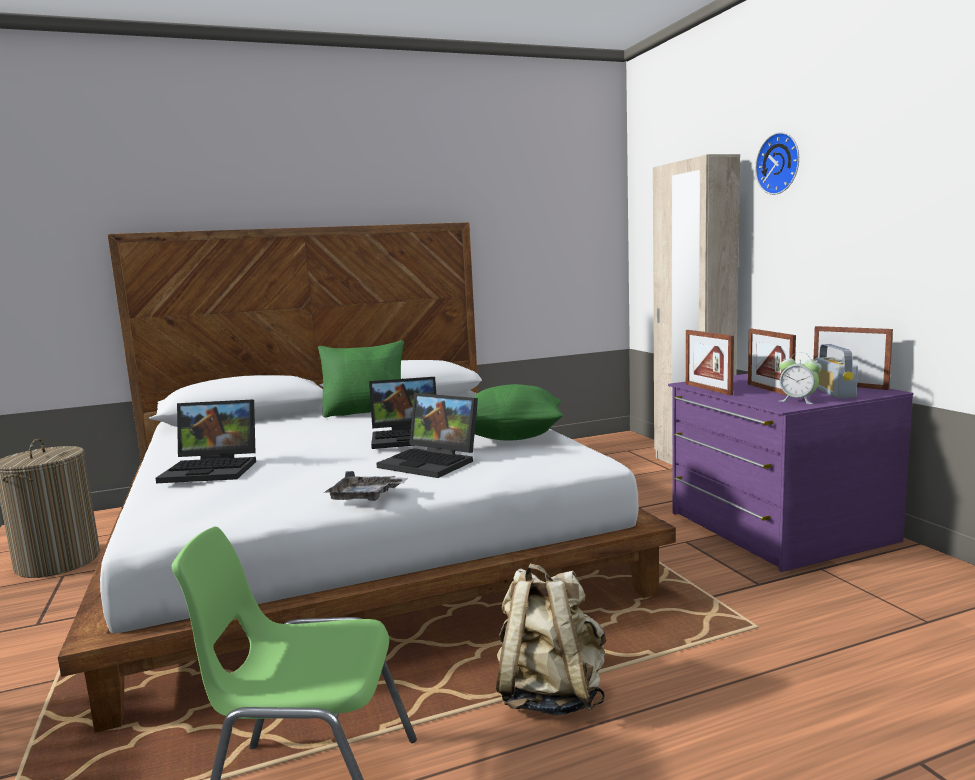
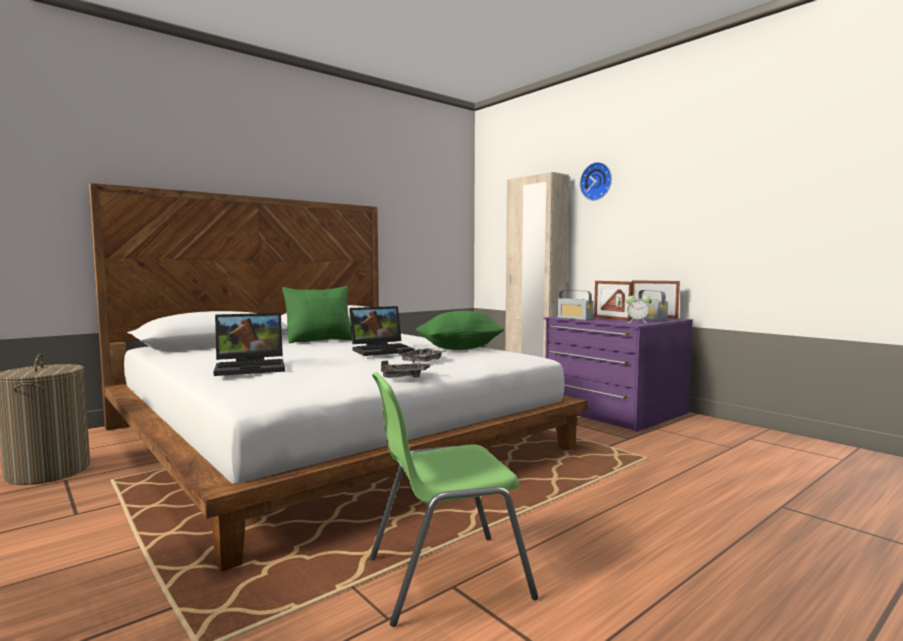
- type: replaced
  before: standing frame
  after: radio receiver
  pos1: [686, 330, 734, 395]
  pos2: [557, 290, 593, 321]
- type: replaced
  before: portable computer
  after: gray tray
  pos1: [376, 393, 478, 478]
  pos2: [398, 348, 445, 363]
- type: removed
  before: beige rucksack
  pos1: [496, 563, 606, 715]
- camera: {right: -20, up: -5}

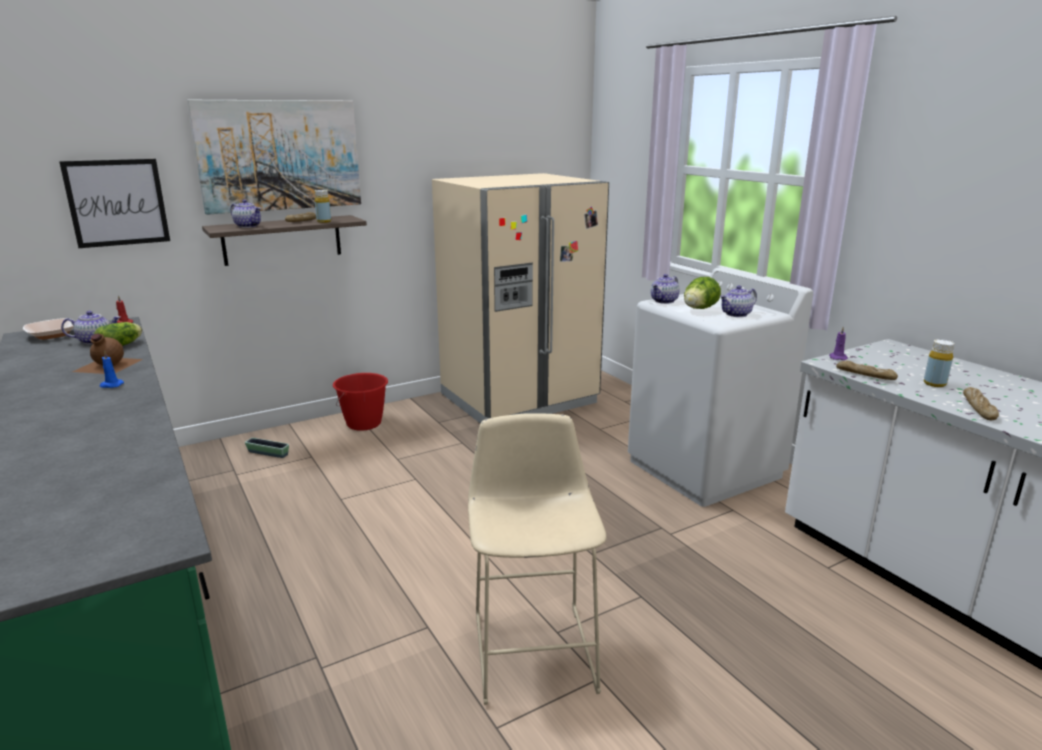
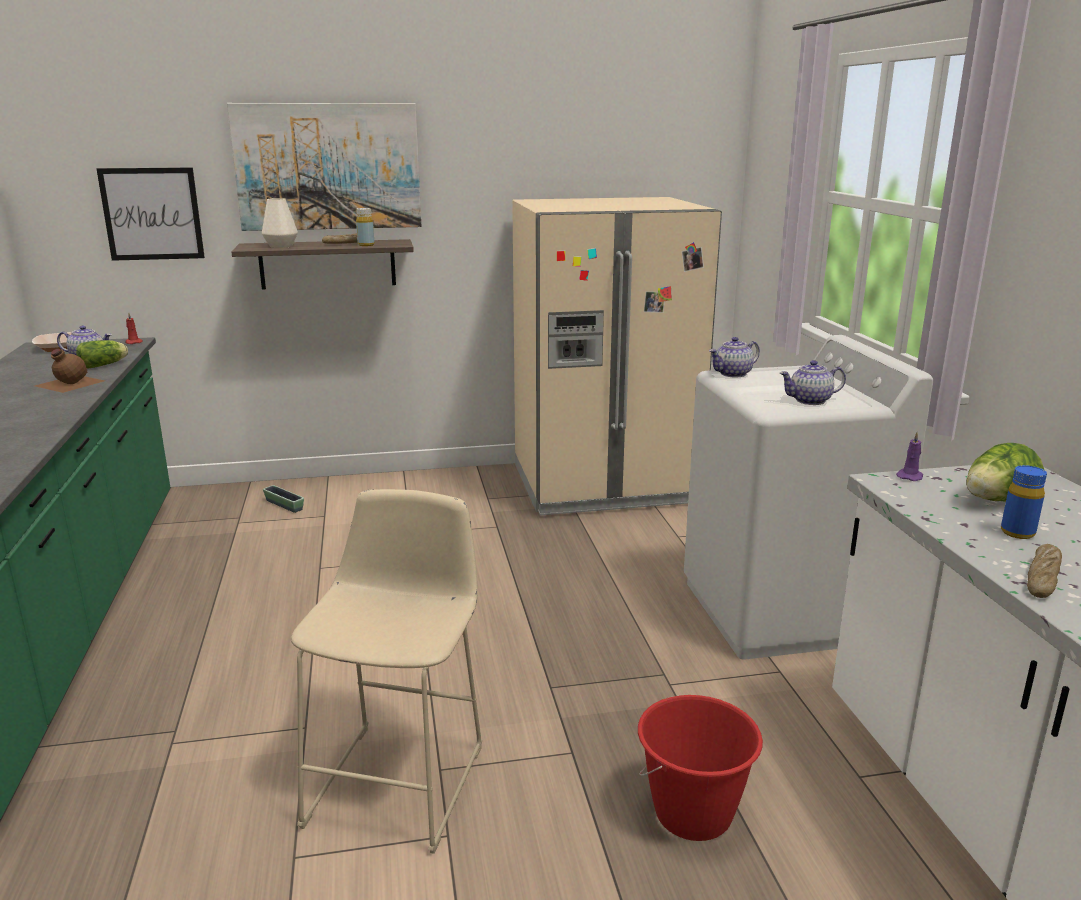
- type: replaced
  before: teapot
  after: whitish vase
  pos1: [231, 199, 261, 228]
  pos2: [262, 198, 298, 248]
- type: moved
  before: lettuce head
  pos1: [684, 277, 721, 309]
  pos2: [966, 443, 1044, 501]
- type: recoloured
  before: yellow drink bottle
  after: blue-coloured drink bottle
  pos1: [924, 339, 955, 387]
  pos2: [1001, 465, 1047, 539]
- type: removed
  before: blue-coloured wax light
  pos1: [100, 350, 124, 388]
- type: removed
  before: bakery bread
  pos1: [836, 361, 898, 380]
- type: moved
  before: reddish bucket
  pos1: [333, 373, 388, 431]
  pos2: [638, 695, 763, 841]
- camera: {right: 20, up: 0}

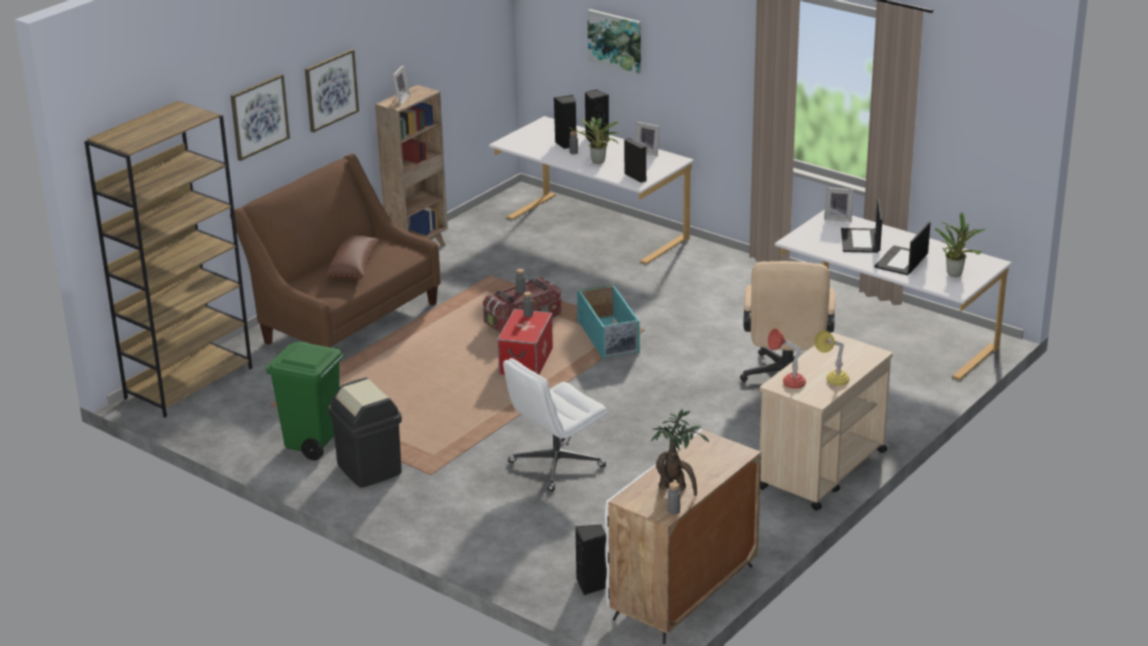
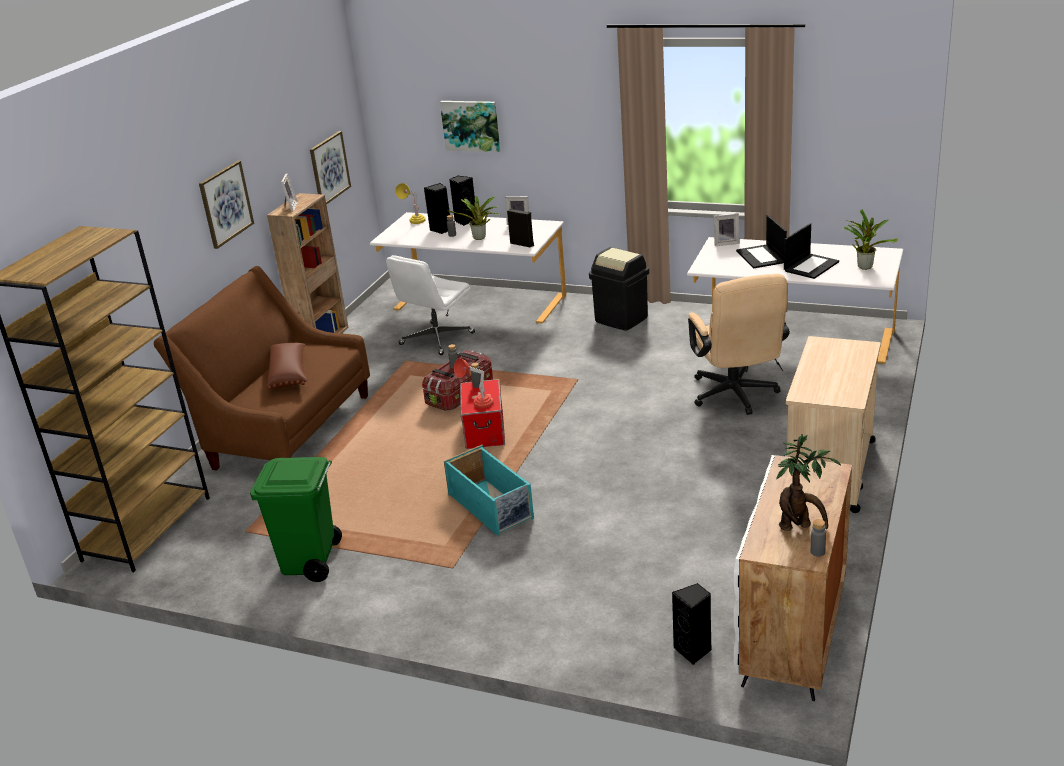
- type: moved
  before: wall art
  pos1: [231, 74, 290, 161]
  pos2: [310, 131, 351, 205]
- type: turned
  before: portable computer
  pos1: [874, 222, 931, 275]
  pos2: [784, 223, 839, 279]
  turn: -150
- type: moved
  before: blue-green storage bin
  pos1: [577, 283, 640, 360]
  pos2: [444, 445, 534, 536]
- type: moved
  before: reddish lamp for a table
  pos1: [768, 329, 806, 389]
  pos2: [454, 358, 494, 408]
- type: moved
  before: yellow lamp for a table
  pos1: [814, 331, 850, 386]
  pos2: [395, 183, 426, 224]
- type: moved
  before: whitish office chair
  pos1: [503, 358, 607, 491]
  pos2: [386, 255, 475, 355]
- type: moved
  before: blackish trash can
  pos1: [328, 378, 402, 488]
  pos2: [589, 247, 649, 331]
- camera: {right: -15, up: 0}

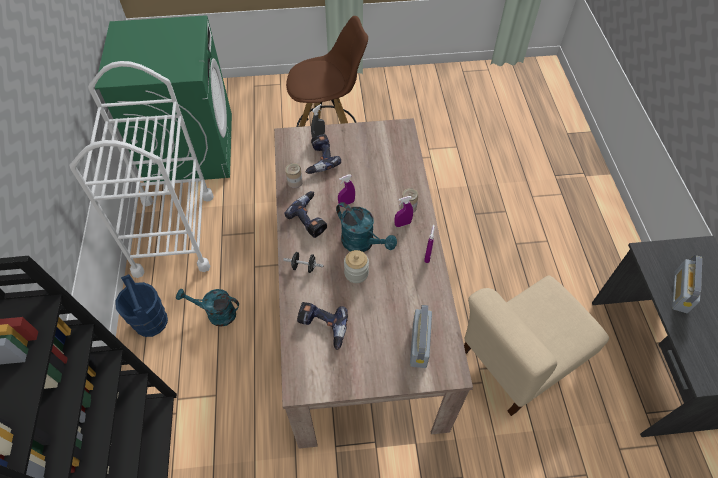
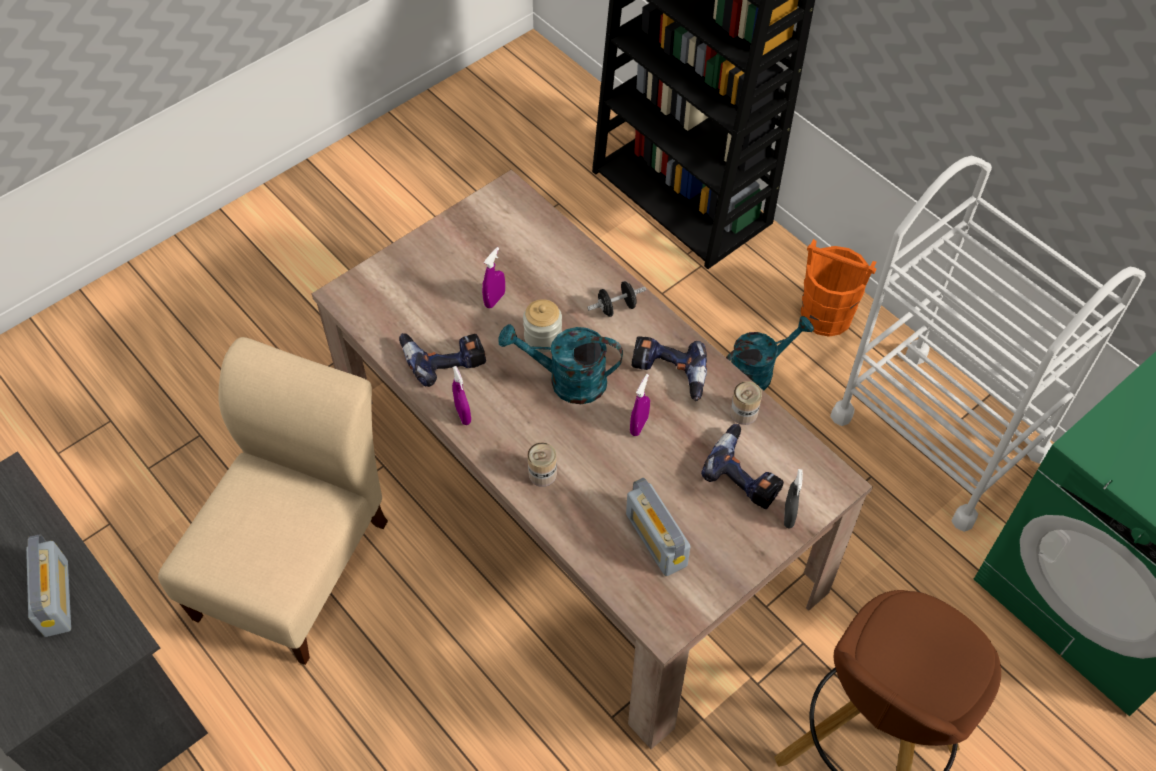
- type: moved
  before: purplish sprayer
  pos1: [395, 196, 413, 227]
  pos2: [482, 247, 505, 308]
- type: recoloured
  before: blue-coloured bucket
  after: orange bucket
  pos1: [115, 274, 168, 337]
  pos2: [801, 239, 876, 337]
- type: moved
  before: electric drill
  pos1: [297, 302, 348, 350]
  pos2: [399, 333, 486, 387]
- type: moved
  before: radio receiver
  pos1: [410, 305, 432, 368]
  pos2: [626, 478, 690, 576]
- camera: {right: 145, up: 0}

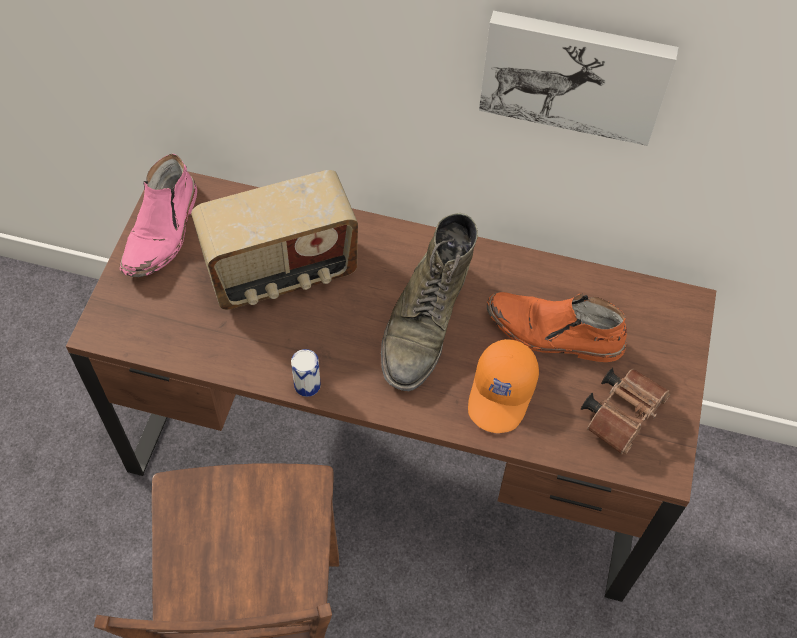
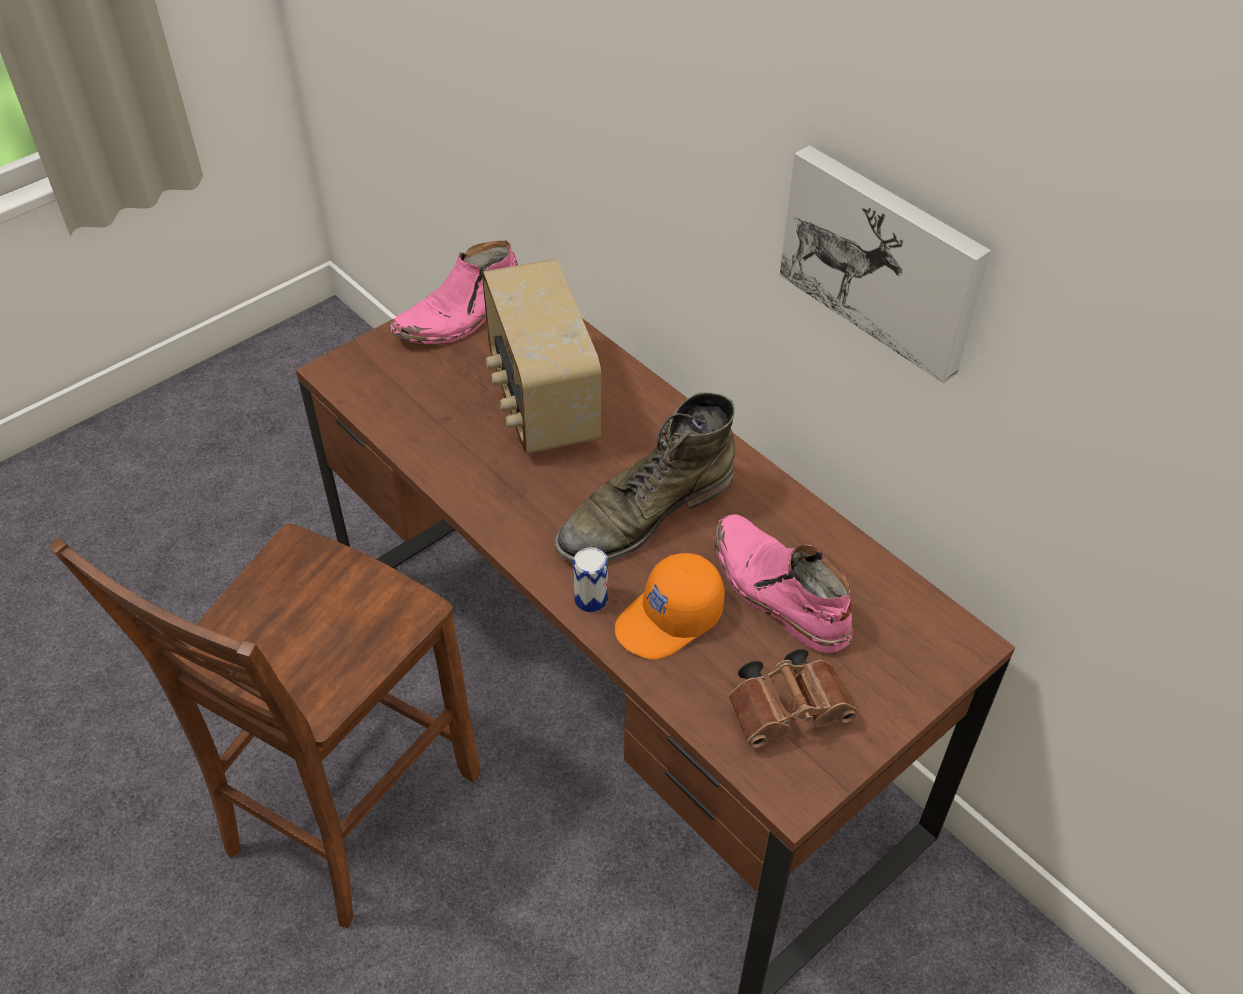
- type: turned
  before: radio receiver
  pos1: [191, 170, 358, 310]
  pos2: [482, 259, 601, 454]
  turn: 60
- type: recoloured
  before: orange tall boot
  after: pink-coloured tall boot
  pos1: [487, 292, 627, 362]
  pos2: [714, 514, 853, 653]
- type: moved
  before: metal can
  pos1: [291, 349, 321, 397]
  pos2: [573, 547, 608, 612]
- camera: {right: 35, up: -10}

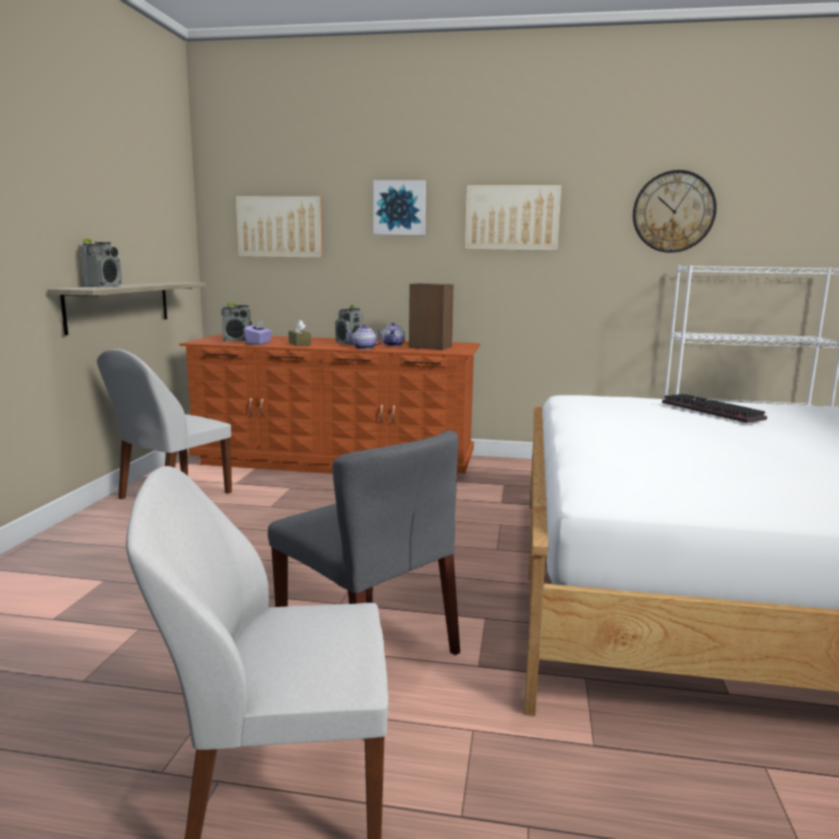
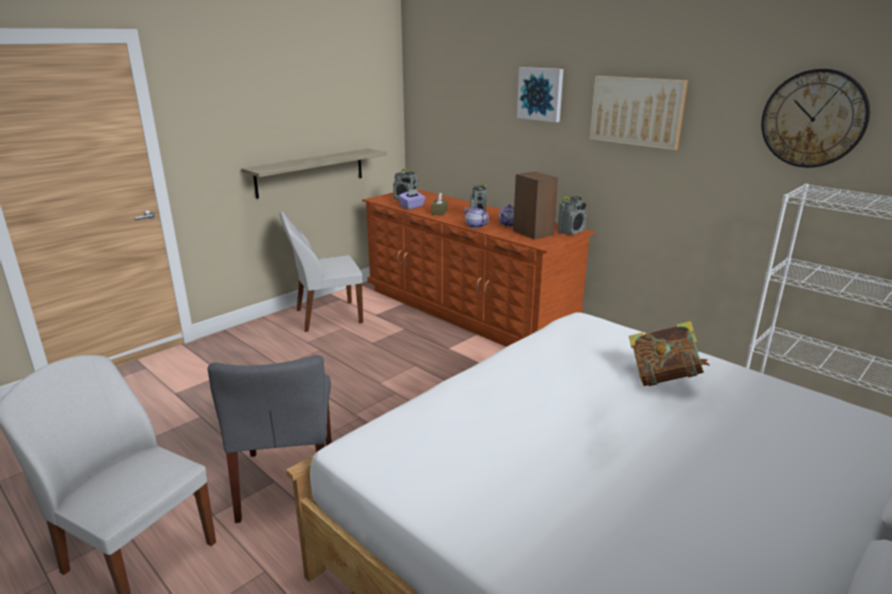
- type: removed
  before: wall art
  pos1: [236, 196, 323, 258]
- type: moved
  before: radio receiver
  pos1: [80, 239, 122, 287]
  pos2: [558, 196, 587, 235]
- type: replaced
  before: PC keyboard
  after: book
  pos1: [662, 394, 767, 423]
  pos2: [629, 321, 710, 386]
- camera: {right: 35, up: 10}

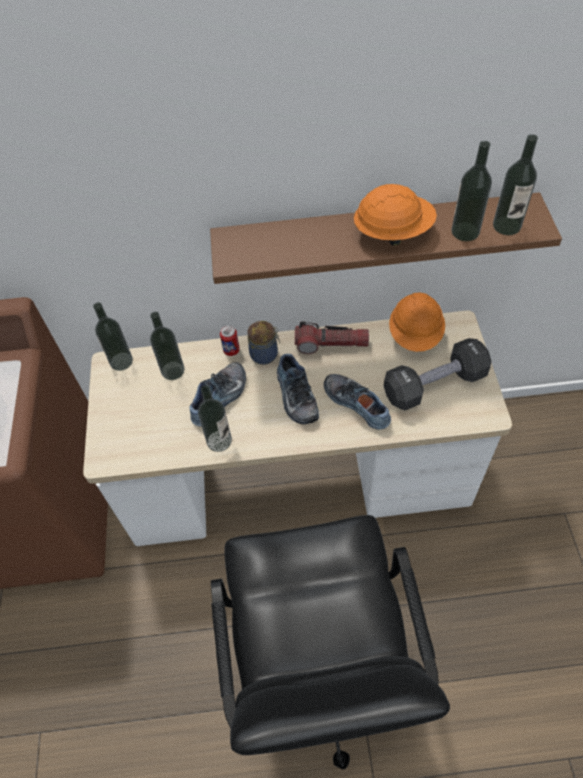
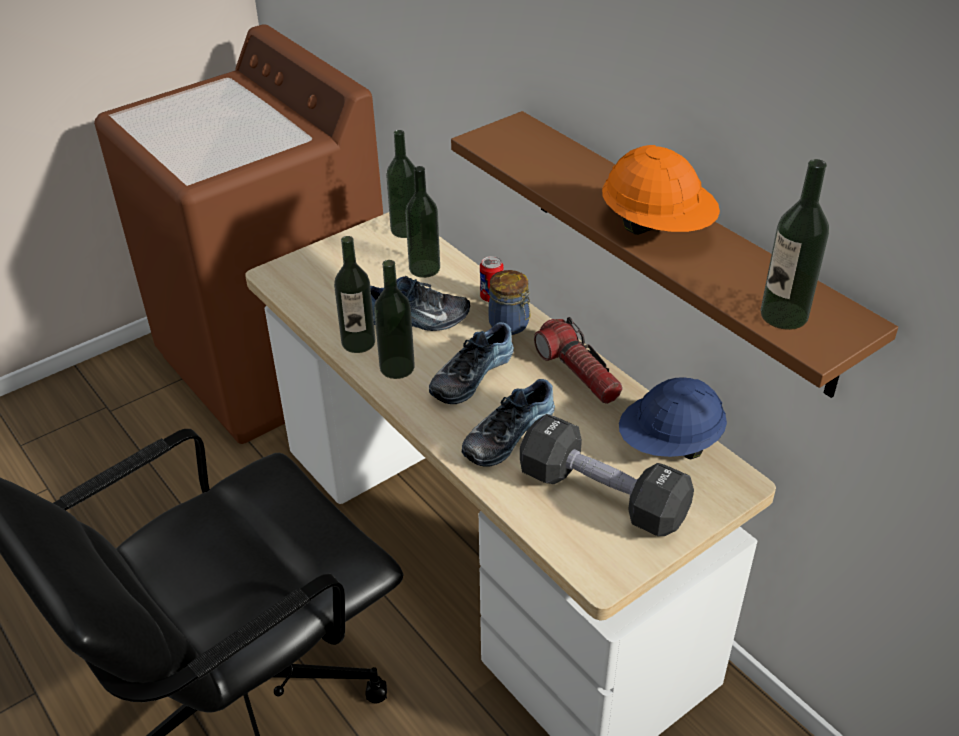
- type: moved
  before: drink bottle
  pos1: [451, 141, 492, 241]
  pos2: [374, 260, 415, 379]
- type: recoloured
  before: orange hard hat
  after: blue-coloured hard hat
  pos1: [389, 293, 445, 352]
  pos2: [619, 377, 727, 459]
- type: turned
  before: item of footwear
  pos1: [324, 374, 391, 430]
  pos2: [462, 379, 555, 467]
  turn: -150
- camera: {right: 55, up: -15}

